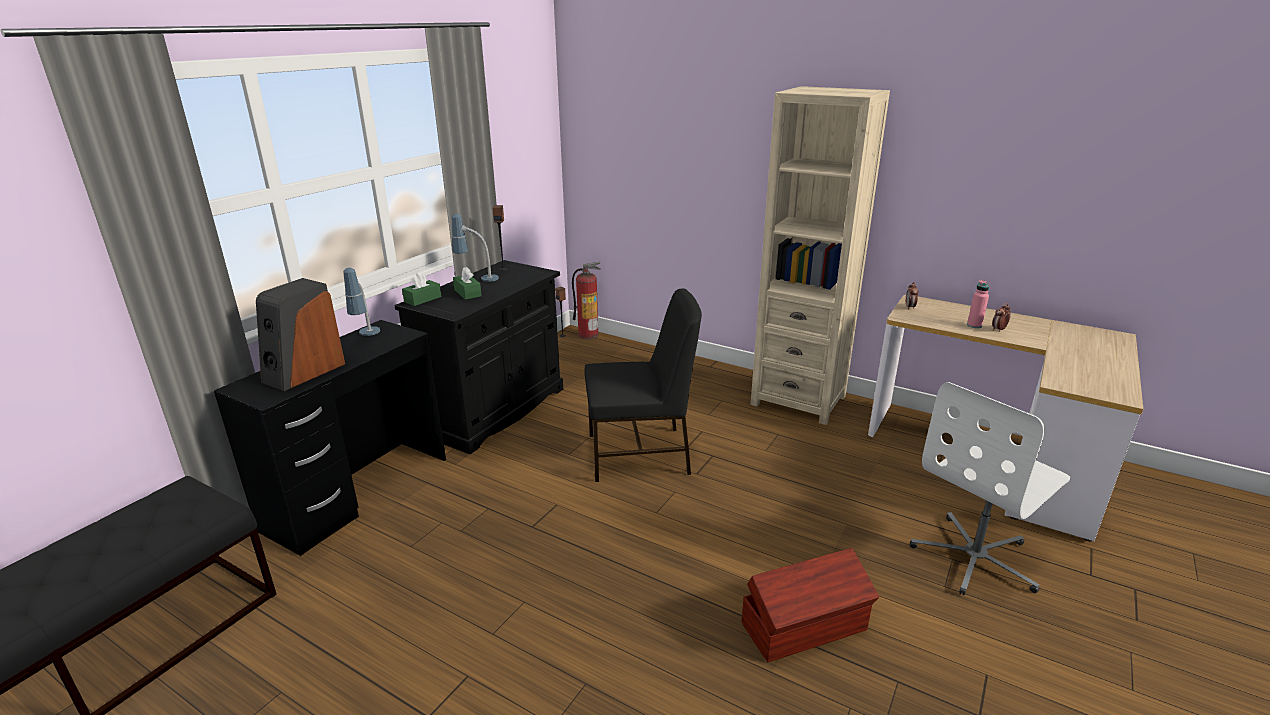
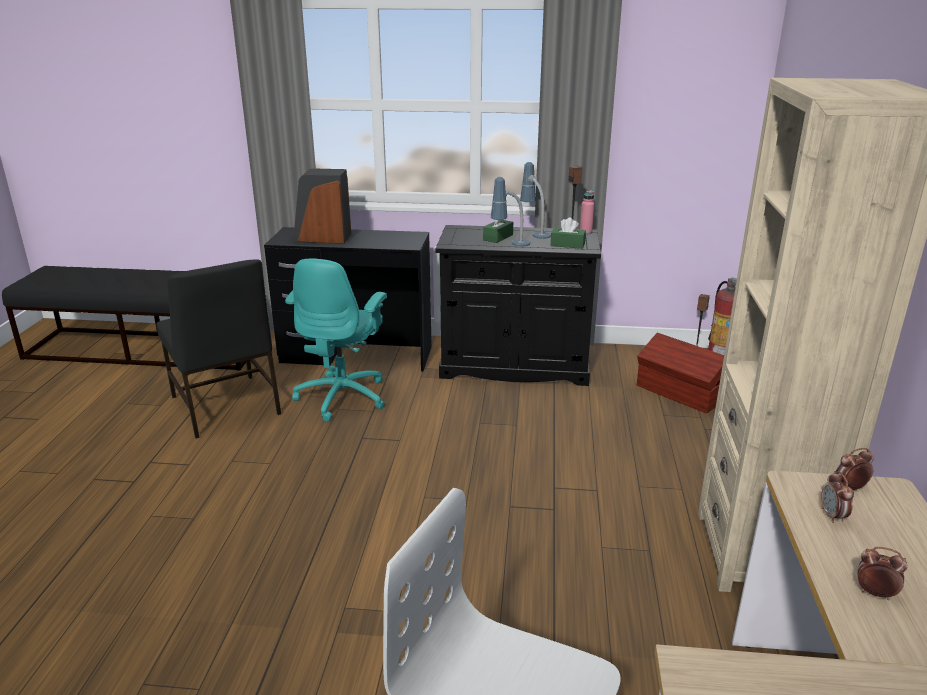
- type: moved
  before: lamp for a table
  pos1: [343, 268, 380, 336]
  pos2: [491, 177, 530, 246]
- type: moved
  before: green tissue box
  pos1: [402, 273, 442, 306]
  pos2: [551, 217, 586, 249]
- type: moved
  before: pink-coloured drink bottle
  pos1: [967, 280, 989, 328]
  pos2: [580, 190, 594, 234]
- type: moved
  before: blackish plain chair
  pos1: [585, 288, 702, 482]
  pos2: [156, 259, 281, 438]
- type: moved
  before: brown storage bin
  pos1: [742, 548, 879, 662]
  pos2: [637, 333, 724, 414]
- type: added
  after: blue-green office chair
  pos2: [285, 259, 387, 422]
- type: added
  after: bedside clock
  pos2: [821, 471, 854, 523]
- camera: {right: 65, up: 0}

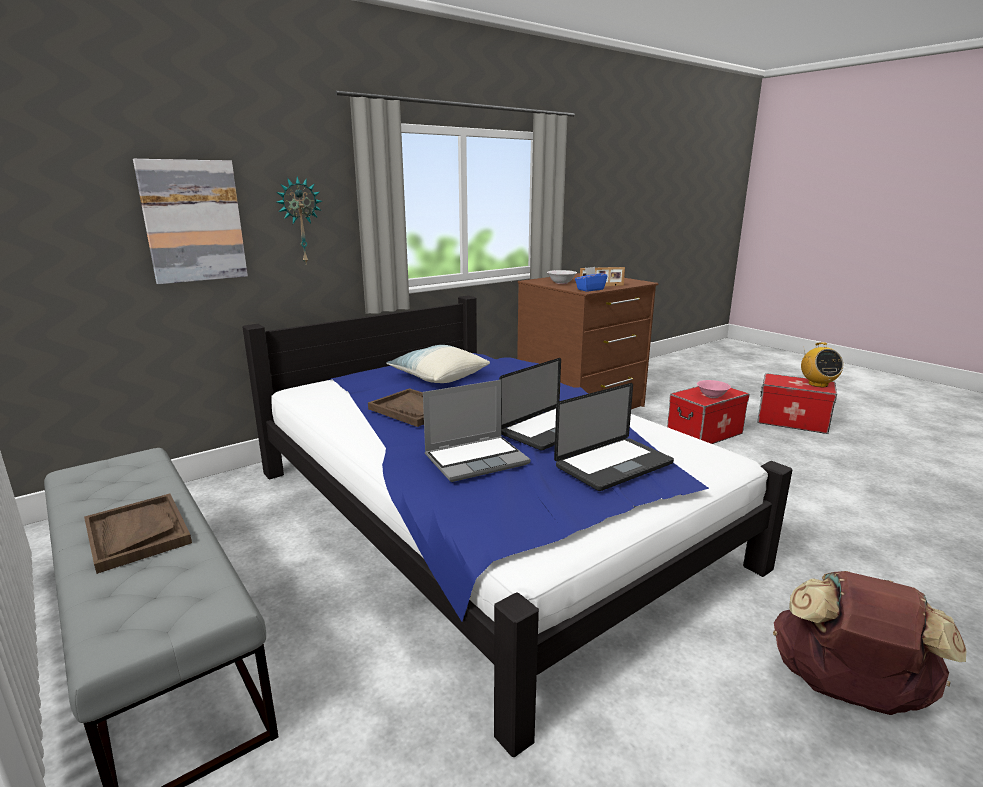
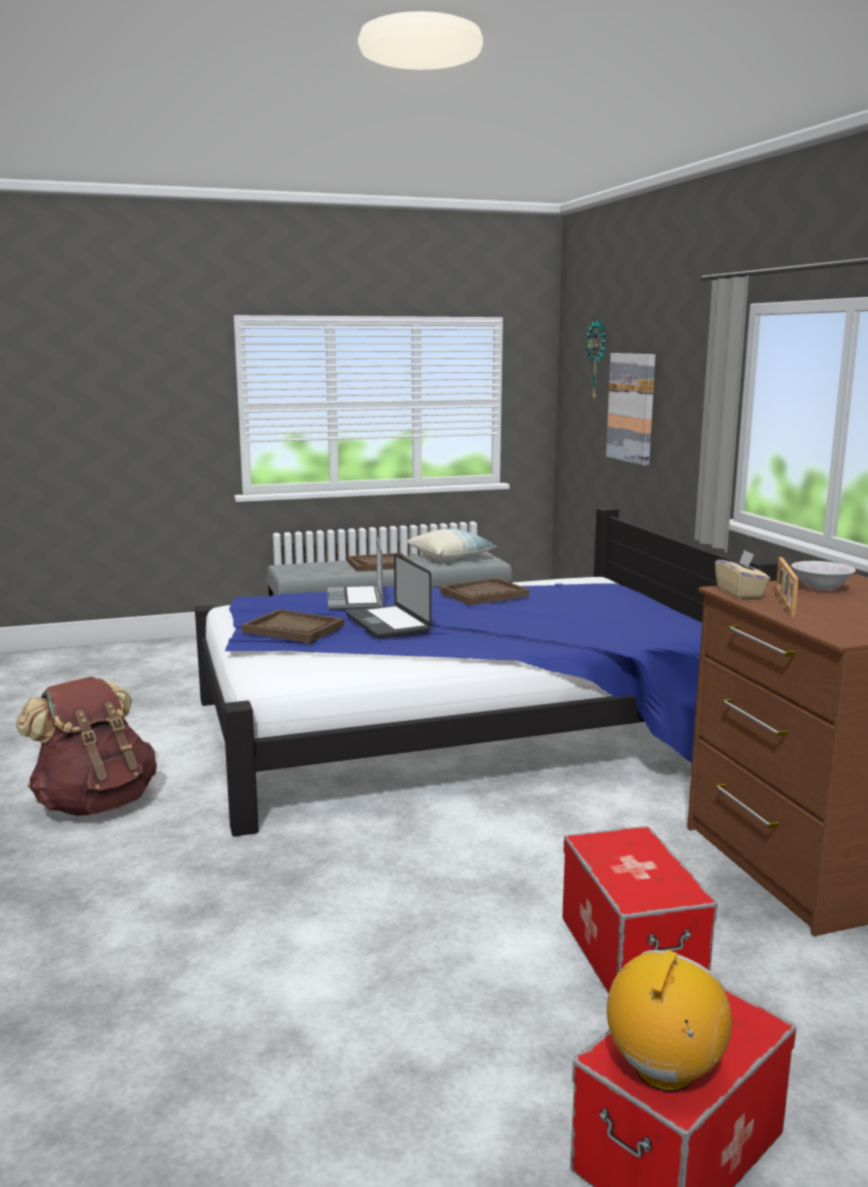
- type: moved
  before: hanging clock
  pos1: [276, 176, 322, 263]
  pos2: [586, 319, 606, 402]
- type: recoloured
  before: blue-coloured tissue box
  after: beige tissue box
  pos1: [575, 267, 607, 291]
  pos2: [715, 550, 770, 599]
- type: turned
  before: radio receiver
  pos1: [801, 342, 843, 387]
  pos2: [607, 950, 732, 1092]
  turn: 105
- type: moved
  before: cushion
  pos1: [386, 345, 490, 383]
  pos2: [407, 529, 498, 560]
- type: removed
  before: pink-coloured serving bowl
  pos1: [697, 380, 731, 398]
- type: replaced
  before: portable computer
  after: brown tray
  pos1: [554, 383, 674, 491]
  pos2: [242, 609, 344, 643]
- camera: {right: 110, up: -5}

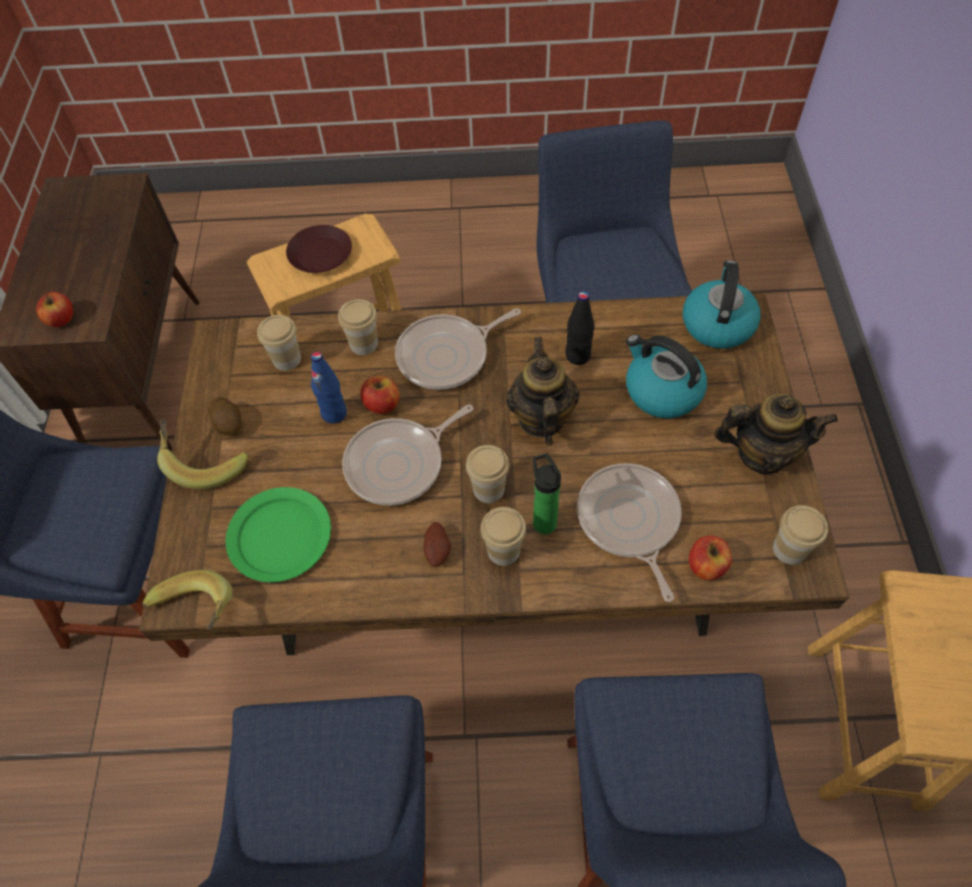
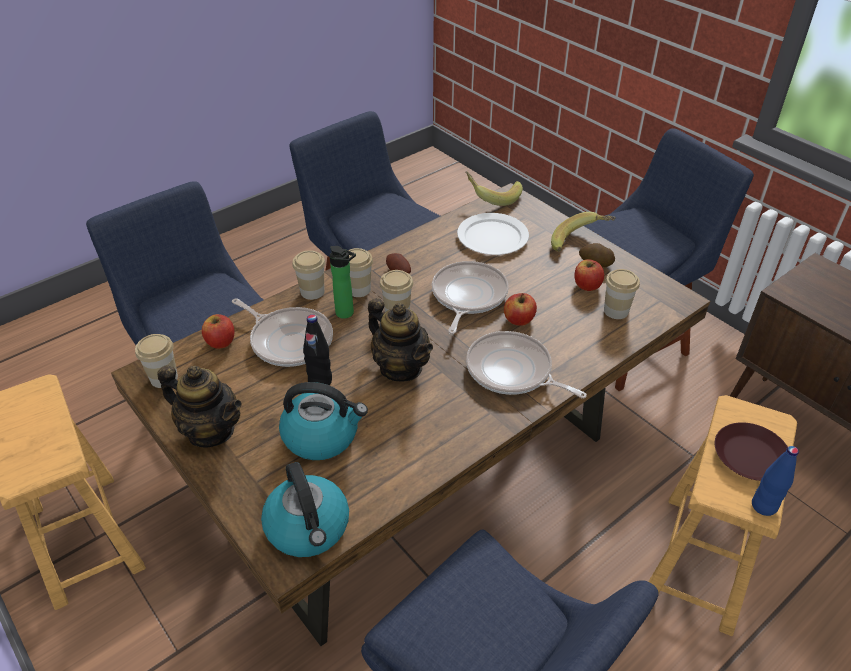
- type: moved
  before: blackish drink bottle
  pos1: [565, 291, 595, 365]
  pos2: [303, 314, 332, 385]
- type: moved
  before: apple
  pos1: [36, 292, 73, 327]
  pos2: [574, 259, 604, 291]
- type: moved
  before: cup
  pos1: [338, 299, 378, 355]
  pos2: [292, 250, 325, 300]
- type: turned
  before: skillet
  pos1: [395, 308, 521, 390]
  pos2: [466, 331, 587, 398]
  turn: -75
- type: moved
  before: blue-coloured drink bottle
  pos1: [311, 352, 347, 424]
  pos2: [752, 446, 799, 516]
- type: turned
  before: teapot
  pos1: [714, 394, 838, 474]
  pos2: [157, 365, 242, 448]
  turn: -120
- type: recoloured
  before: green flat dish
  after: whitish flat dish
  pos1: [226, 487, 331, 582]
  pos2: [457, 213, 529, 255]
- camera: {right: 140, up: -15}

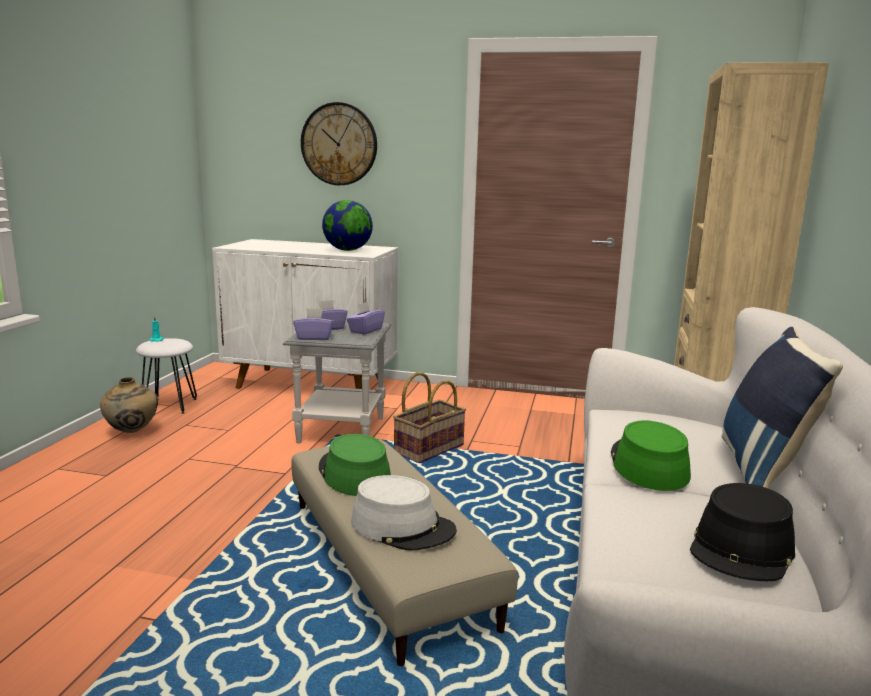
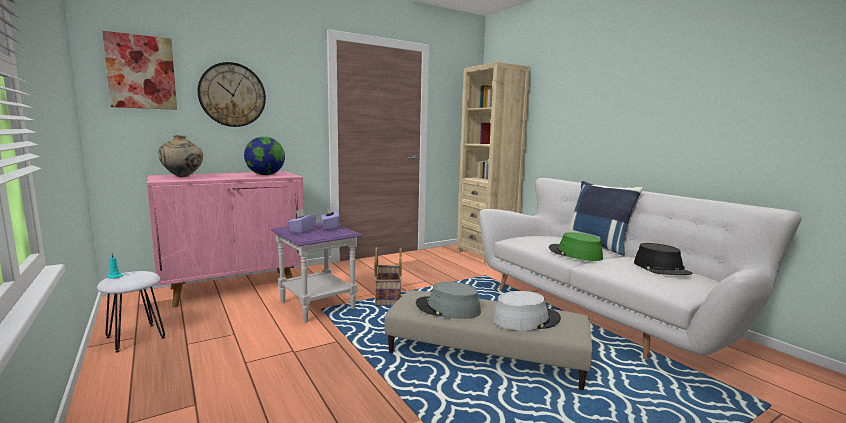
- type: recoloured
  before: whitish storage cabinet
  after: pink-coloured storage cabinet
  pos1: [212, 239, 398, 389]
  pos2: [147, 171, 304, 308]
- type: removed
  before: purplish tissue box
  pos1: [293, 308, 334, 340]
- type: recoloured
  before: gray side table
  after: purplish side table
  pos1: [283, 321, 391, 444]
  pos2: [271, 222, 362, 323]
- type: moved
  before: beige vase
  pos1: [100, 377, 158, 433]
  pos2: [158, 135, 203, 177]
- type: recoloured
  before: green hat
  after: gray hat
  pos1: [319, 434, 391, 496]
  pos2: [416, 282, 481, 319]
- type: added
  after: wall art
  pos2: [102, 31, 177, 110]
- camera: {right: -45, up: -5}

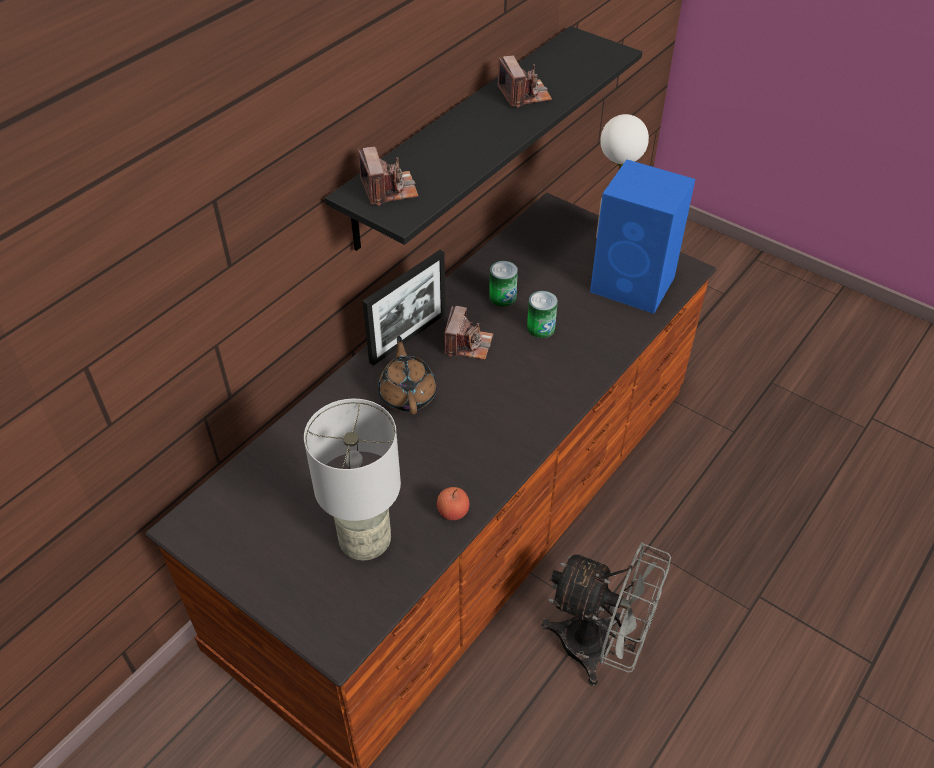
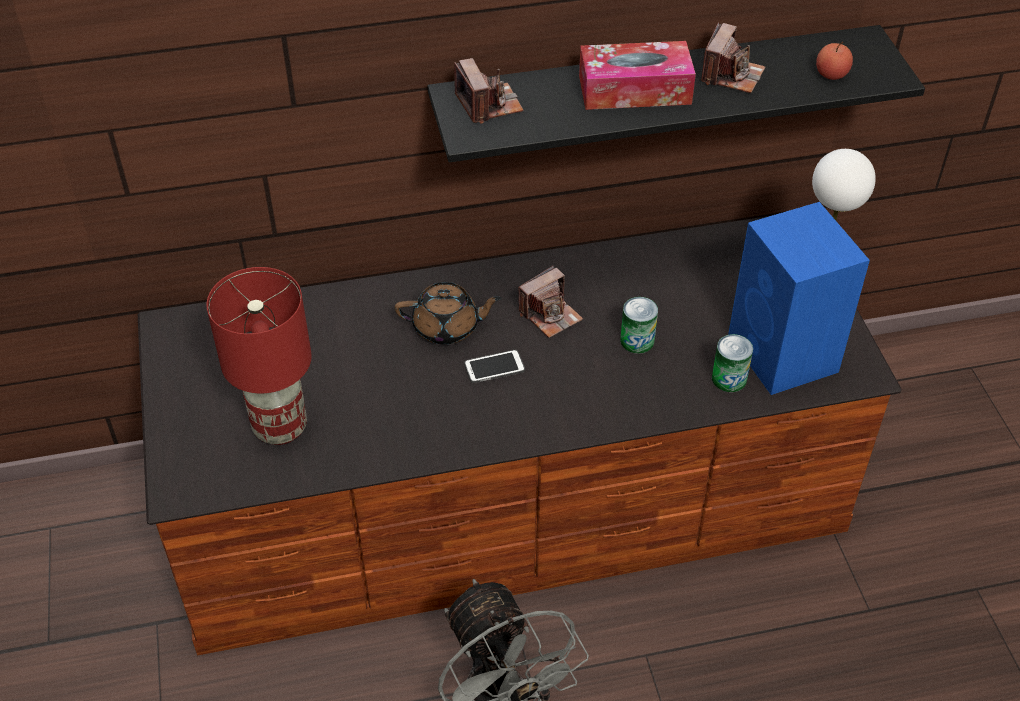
- type: turned
  before: still camera
  pos1: [358, 147, 418, 206]
  pos2: [454, 58, 523, 124]
  turn: -45
- type: removed
  before: standing frame
  pos1: [363, 250, 446, 366]
- type: moved
  before: metal can
  pos1: [489, 261, 518, 307]
  pos2: [712, 334, 753, 392]
- type: turned
  before: brown teapot
  pos1: [378, 336, 437, 415]
  pos2: [395, 282, 502, 344]
  turn: 60
- type: recoloured
  before: gray lamp for a table
  after: reddish lamp for a table
  pos1: [304, 399, 401, 561]
  pos2: [206, 267, 312, 445]
- type: moved
  before: apple
  pos1: [437, 487, 469, 520]
  pos2: [816, 42, 853, 80]
- type: added
  after: tissue box
  pos2: [579, 41, 696, 110]
- type: added
  after: phone
  pos2: [464, 350, 525, 383]
- camera: {right: 40, up: 0}

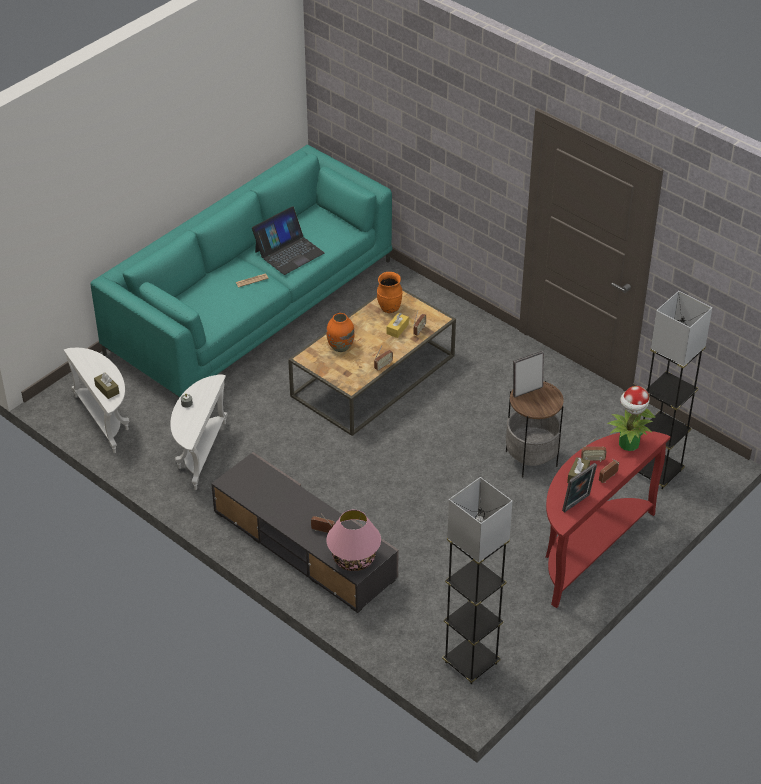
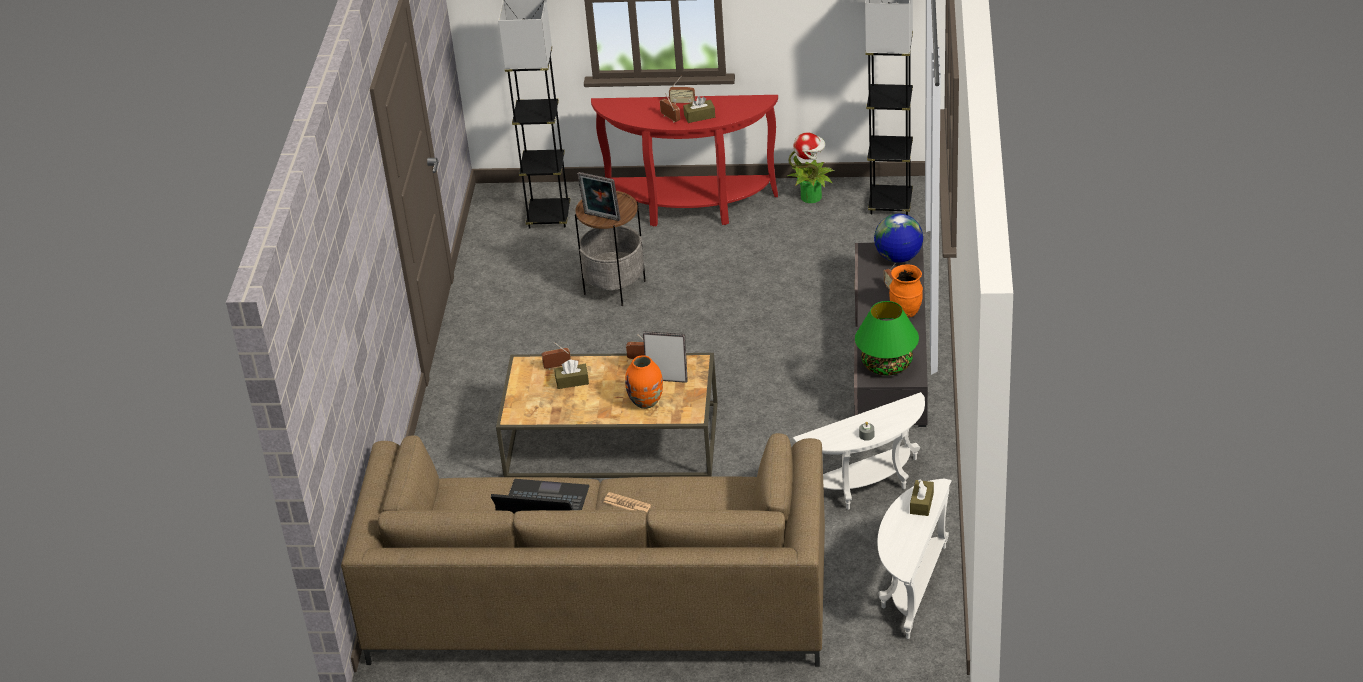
- type: recoloured
  before: blue-green sofa
  after: brown sofa
  pos1: [90, 145, 392, 398]
  pos2: [341, 433, 825, 667]
- type: moved
  before: orange vase
  pos1: [377, 272, 402, 313]
  pos2: [889, 264, 923, 318]
- type: recoloured
  before: yellow tissue box
  after: brown tissue box
  pos1: [387, 313, 409, 338]
  pos2: [554, 360, 589, 389]
- type: moved
  before: potted plant
  pos1: [607, 386, 656, 451]
  pos2: [787, 132, 835, 203]
- type: moved
  before: standing frame
  pos1: [562, 463, 597, 513]
  pos2: [643, 331, 688, 383]
- type: replaced
  before: pink-coloured lamp for a table
  after: desk globe
  pos1: [327, 510, 381, 571]
  pos2: [874, 214, 923, 263]
- type: added
  after: green lamp for a table
  pos2: [855, 301, 919, 375]
- camera: {right: -125, up: -5}

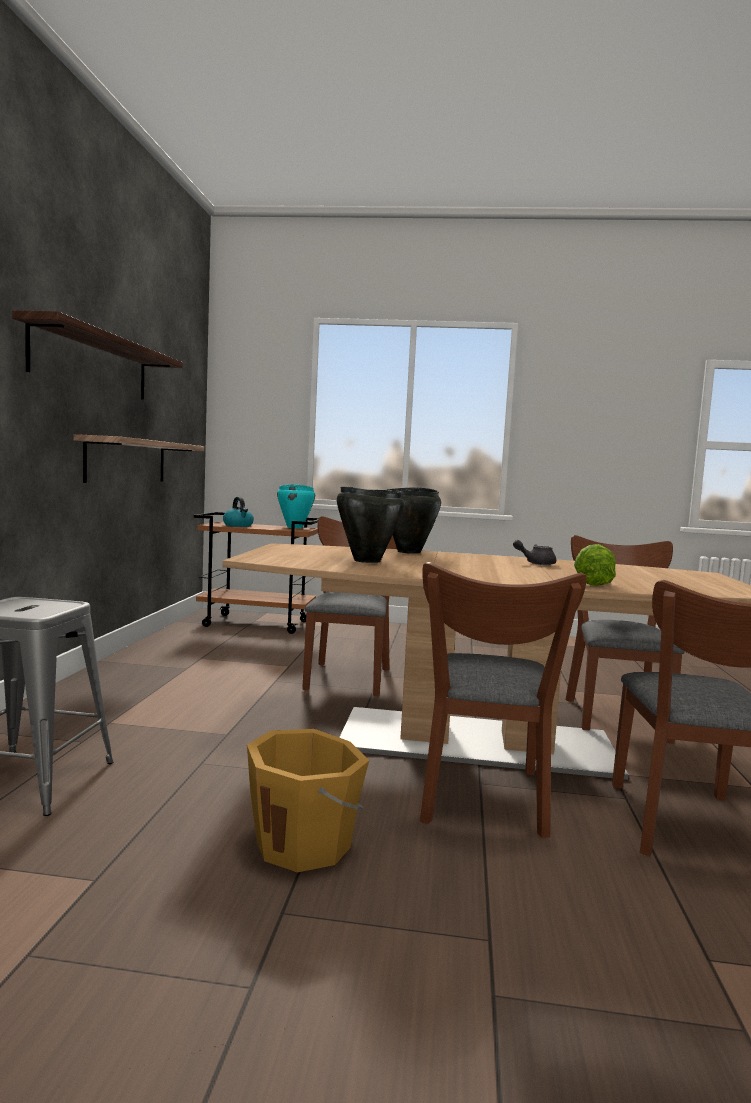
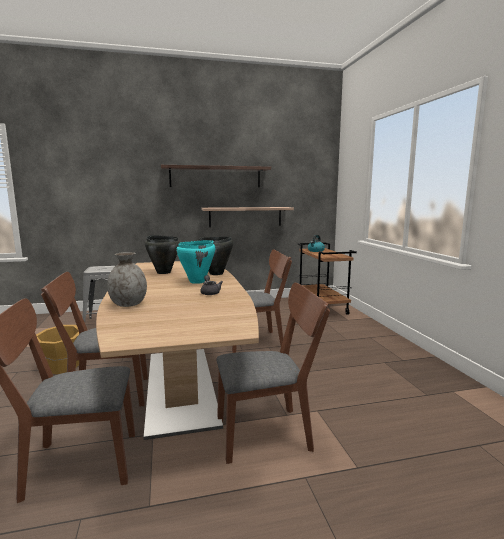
- type: moved
  before: blue-green saucepot
  pos1: [277, 485, 315, 528]
  pos2: [176, 240, 215, 284]
- type: replaced
  before: lettuce head
  after: gray vase
  pos1: [574, 544, 616, 586]
  pos2: [107, 252, 147, 307]
- camera: {right: 70, up: 5}

